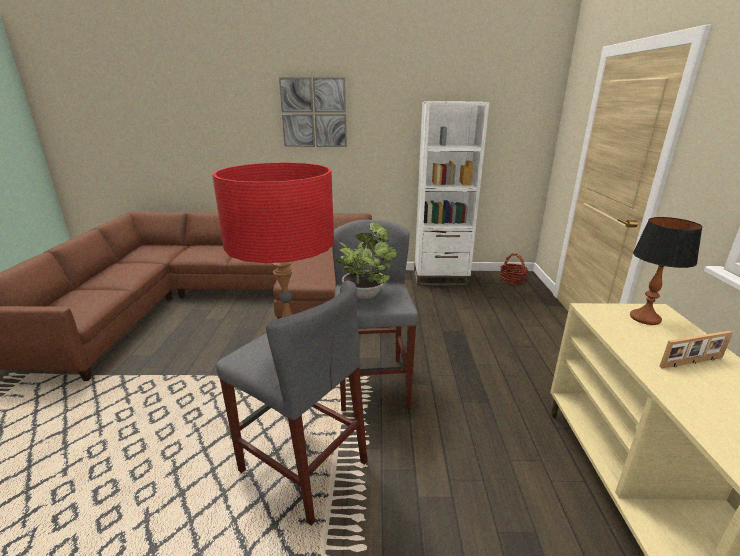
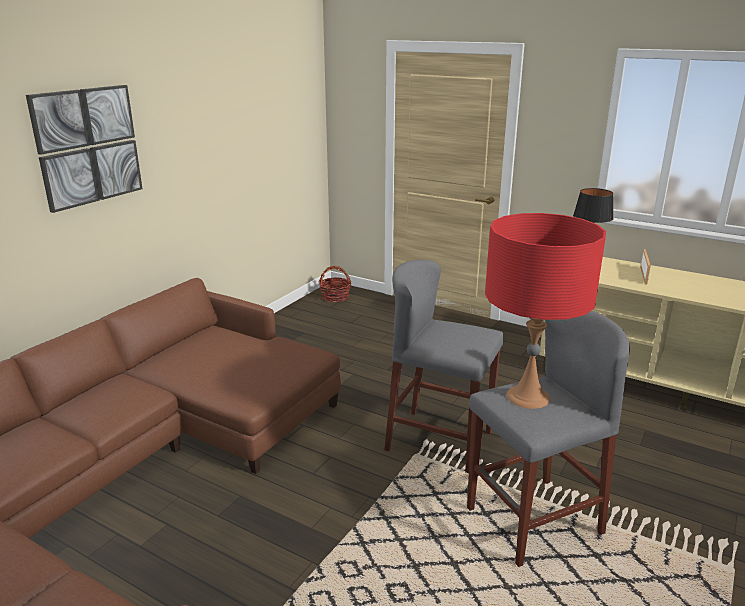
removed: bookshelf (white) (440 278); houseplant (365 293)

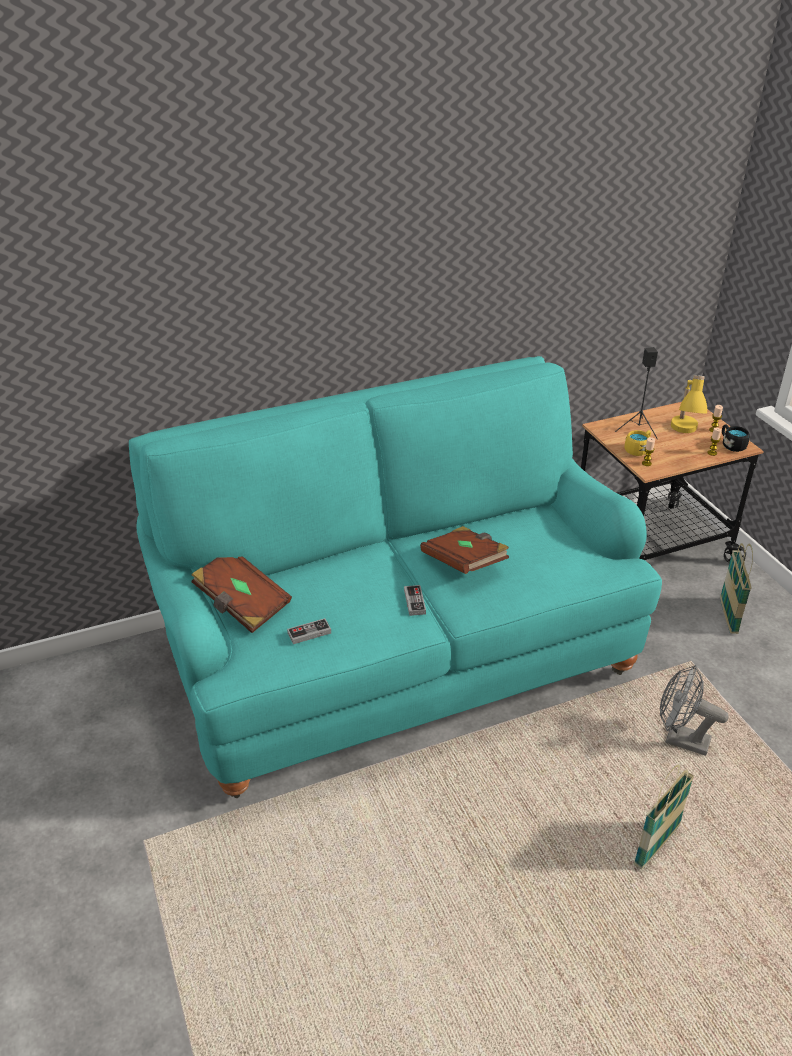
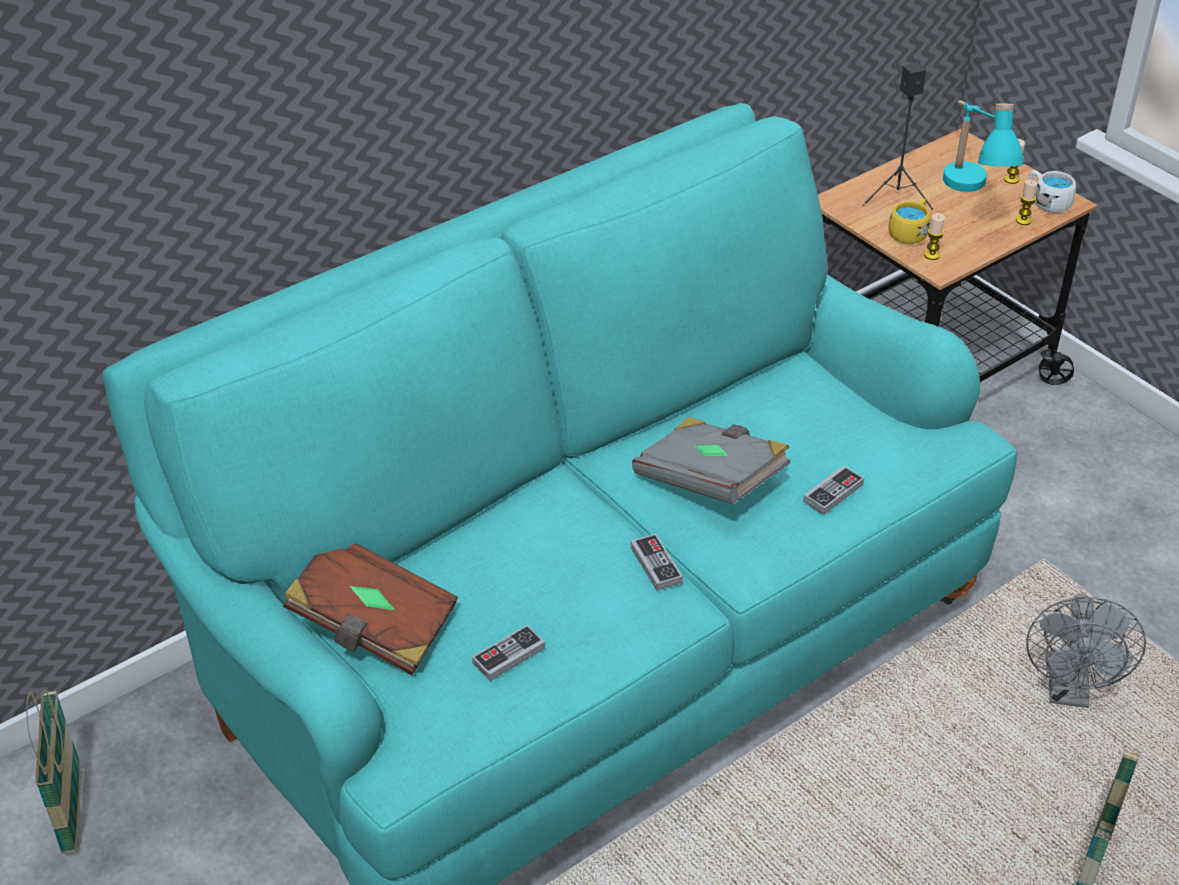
added: gamepad (833 493)
moved: storage basket (728 616) to (72 811)
recoloured: table lamp (yellowish) (683 436) to table lamp (turquoise-coloured) (969 198); tea mug (black) (731 445) to tea mug (white) (1047 202); bound book (brown) (464 563) to bound book (greyish) (710 481)
turned: cooling fan (greyish) (680 739) = (1069 691) 90 degrees counterclockwise

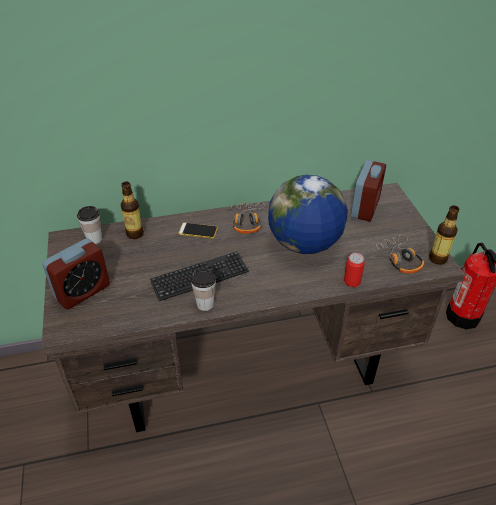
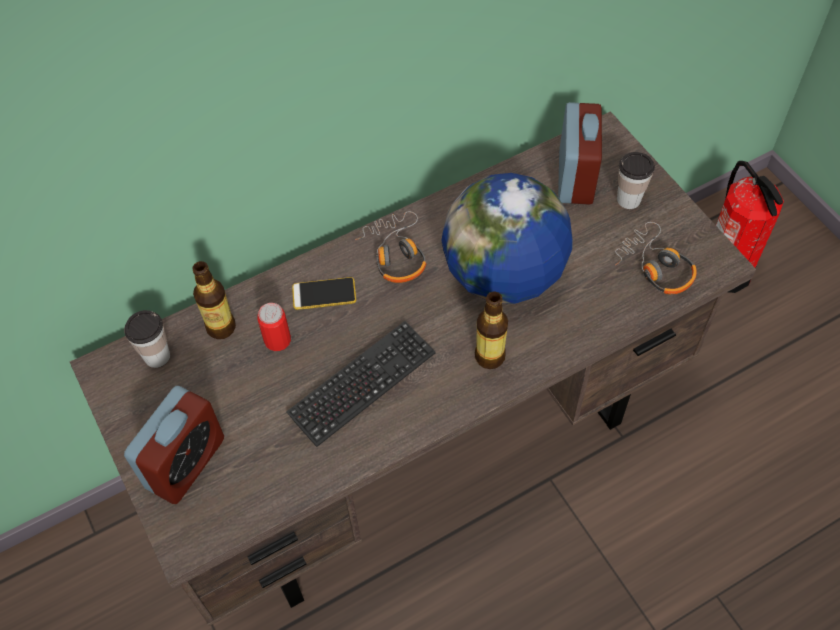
moved: beverage bottle (437 259) to (489 356); can (352 281) to (277 340); drinking cup (205 304) to (628 199)

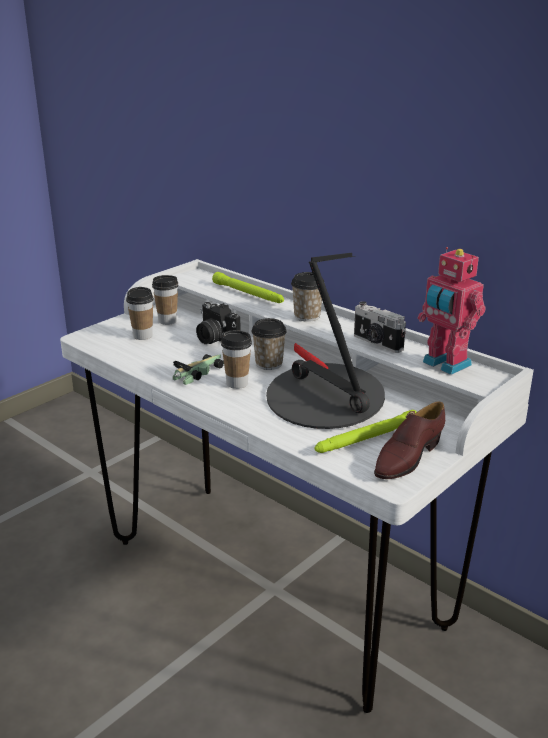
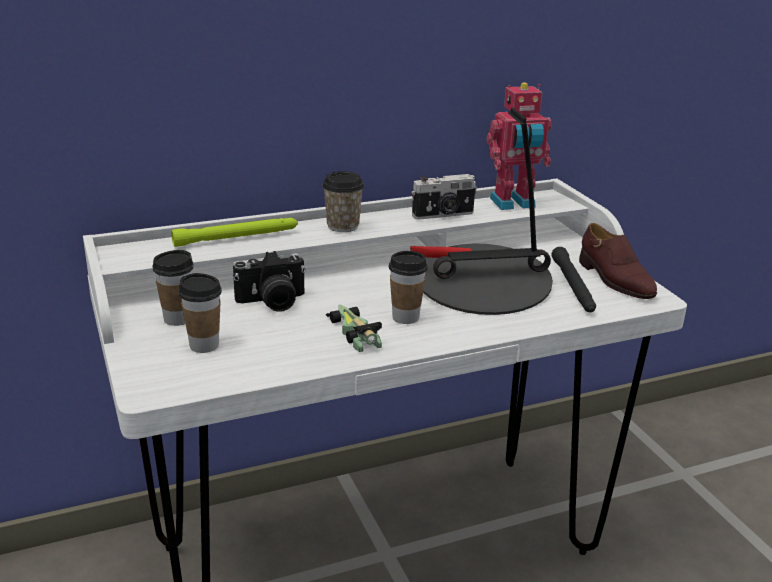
removed: drinking cup (269 364)
recoloured: flashlight (green-coloured) (366 439) to flashlight (black) (573 287)

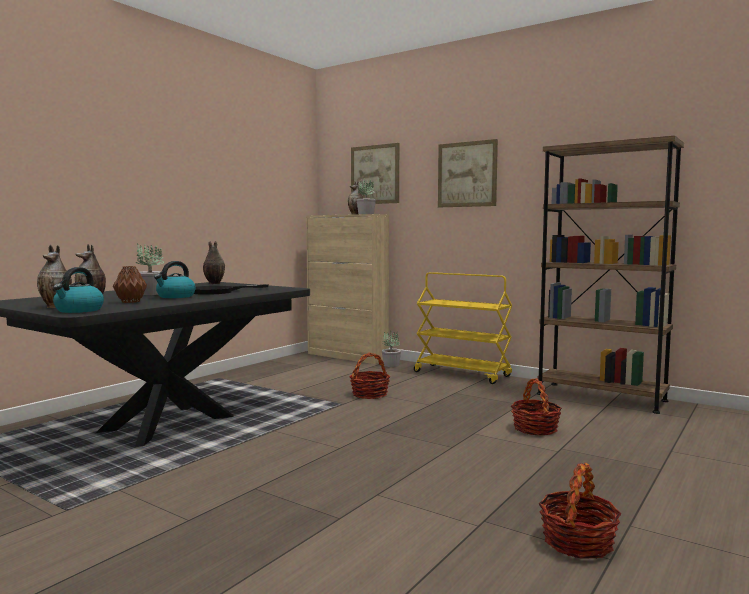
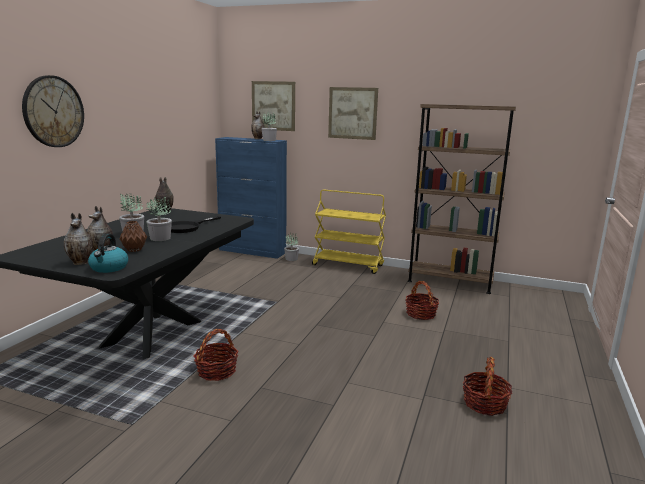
added: clock on the wall (53 111)
moved: storage basket (369 394) to (216 371)
replaced: kettle (175 296) to houseplant (161 238)
recoloured: cupboard (beige-coloured) (347 356) to cupboard (bluish) (252 251)

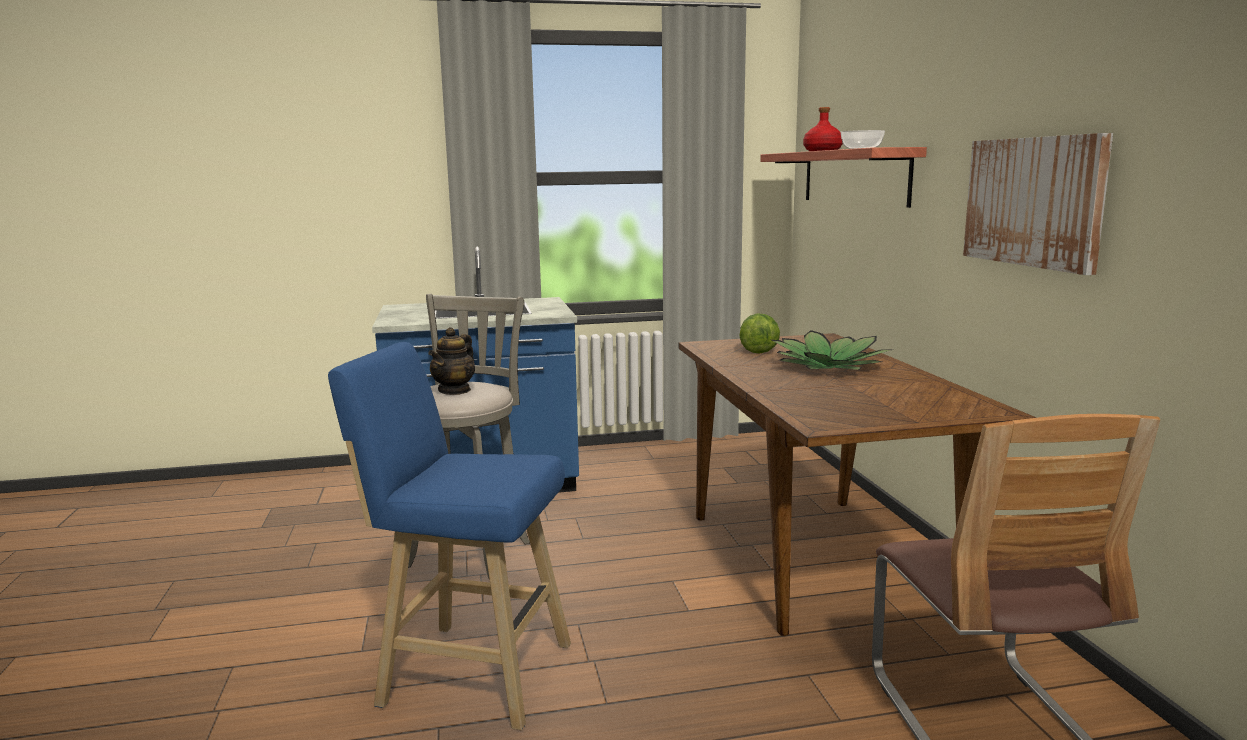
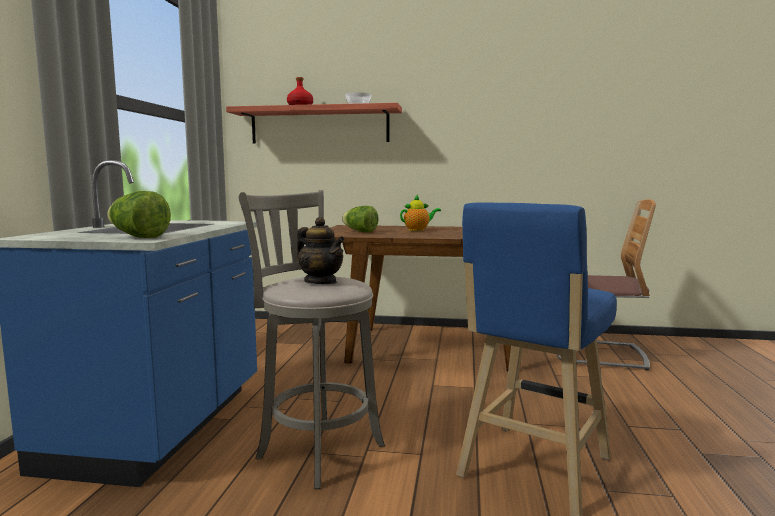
removed: wall picture (1033 201)
added: lettuce head (138 237)
replaced: houseplant (828 366) to tea pot (418 230)

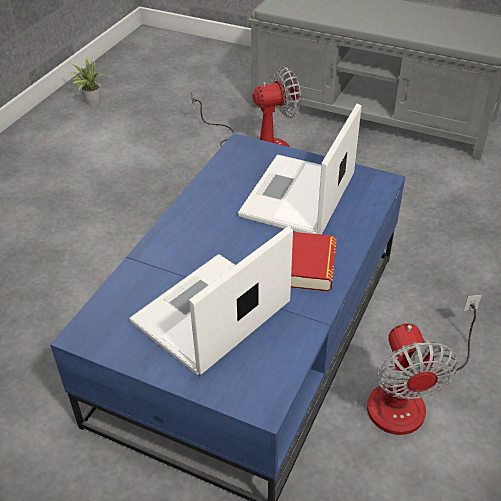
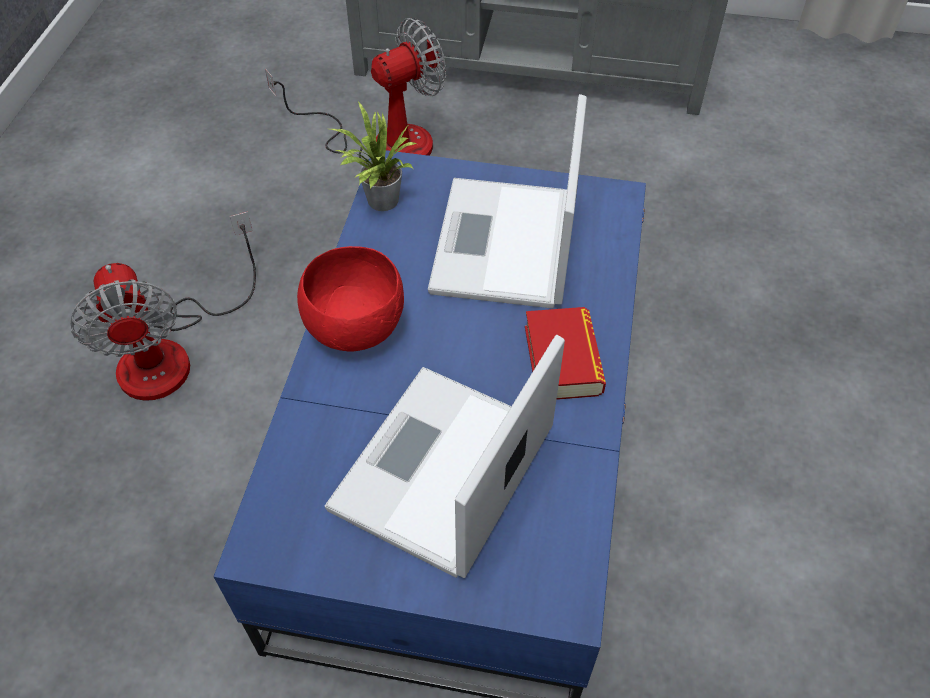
added: deep dish (red) (357 326)
moved: houseplant (91 102) to (379 202); cooling fan (409 396) to (173 351)

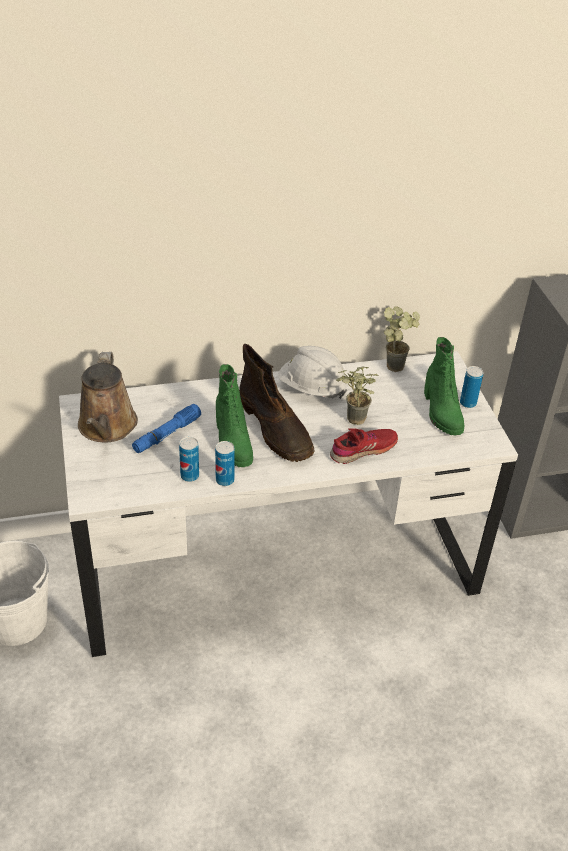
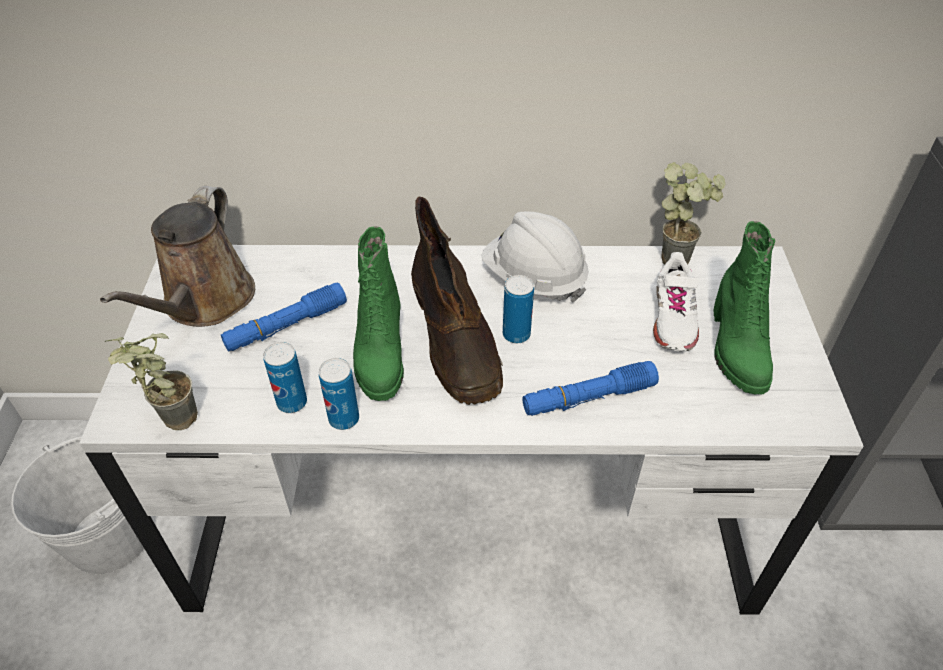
added: item of footwear (white) (672 317)
moved: can (468 403) to (516 334); houseplant (351 421) to (170 421)
replaced: item of footwear (red) (363 450) to flashlight (bluish) (588 397)

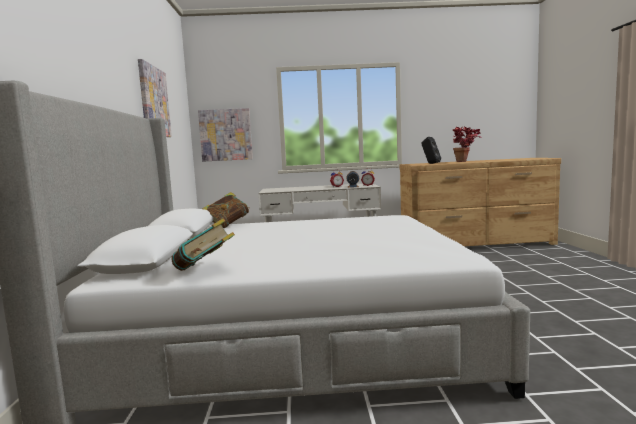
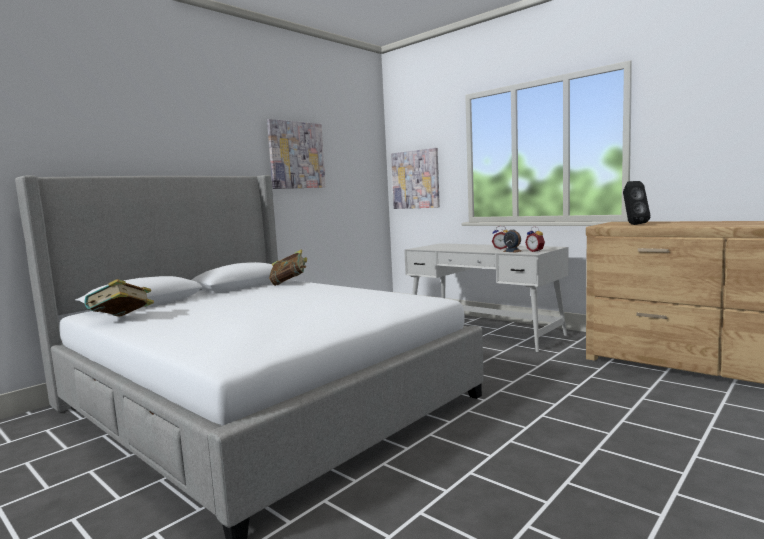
removed: houseplant (465 161)

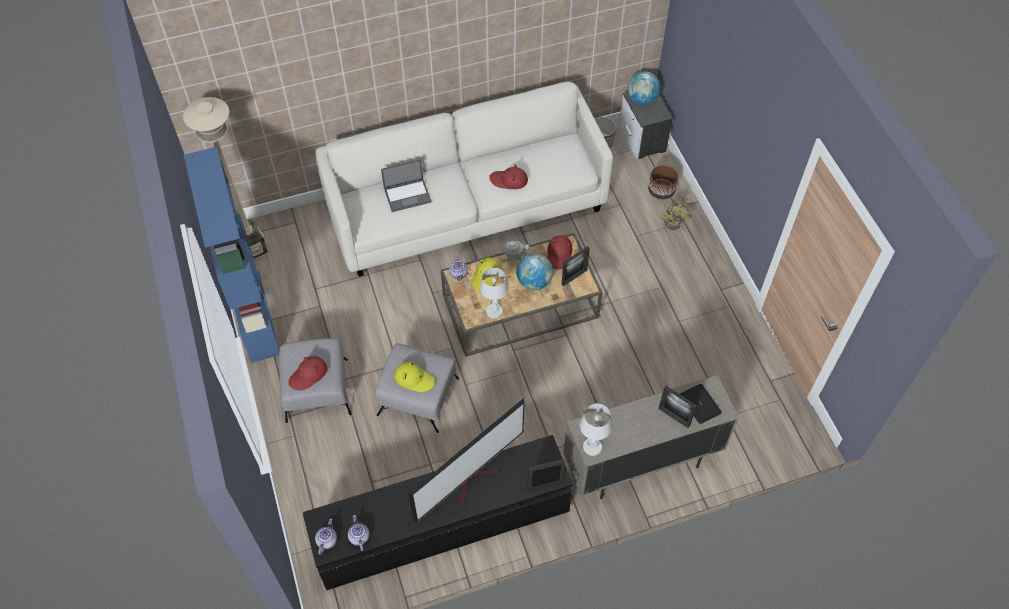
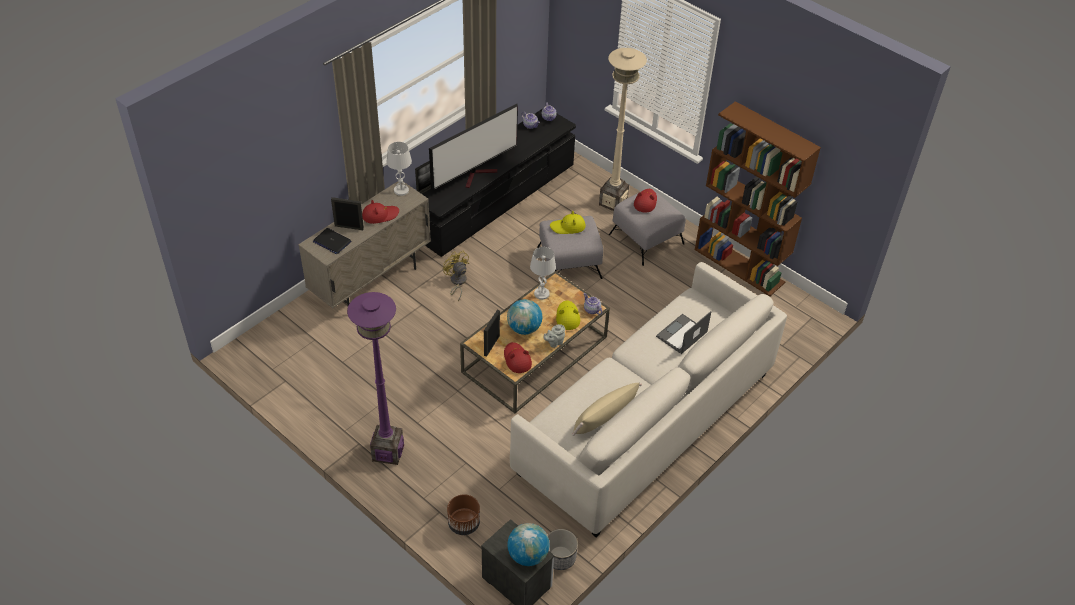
added: standard lamp (purplish) (387 452); throw pillow (beige-coloured) (604 417)
moved: standard lamp (beige-coloured) (252 248) to (613 202); clothing hat (red) (509 180) to (380 215); cooling fan (yellowish) (675 221) to (457 282)
recoloured: bookshelf (bluish) (254 315) to bookshelf (brown) (740 266)
turned: TV set (474 480) = (478 174) 150 degrees counterclockwise

